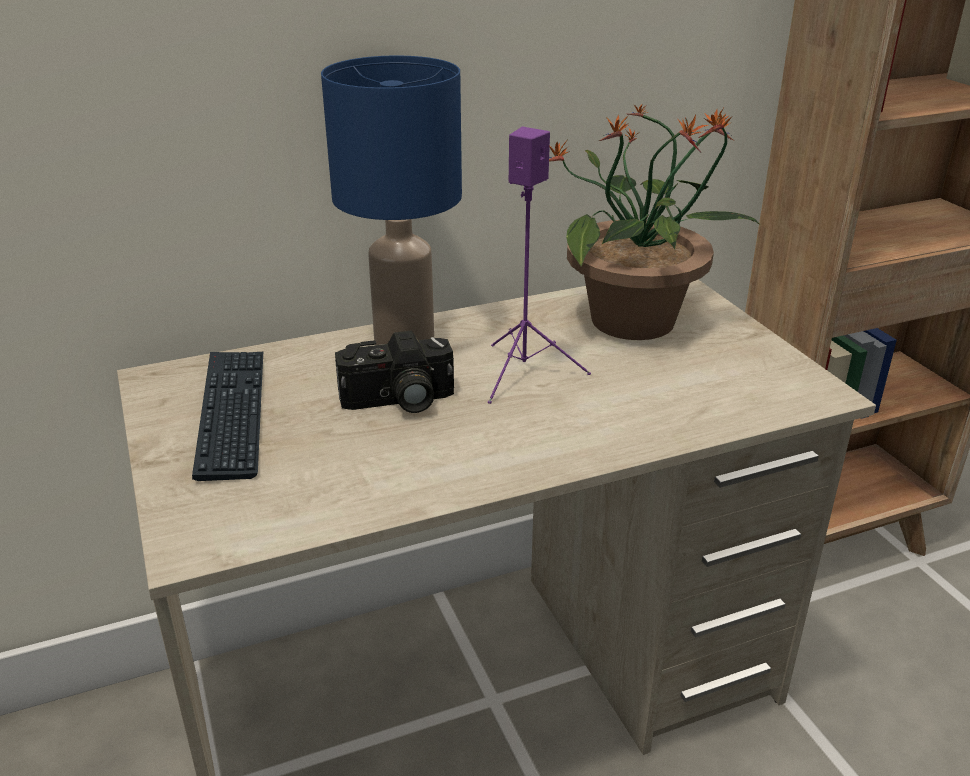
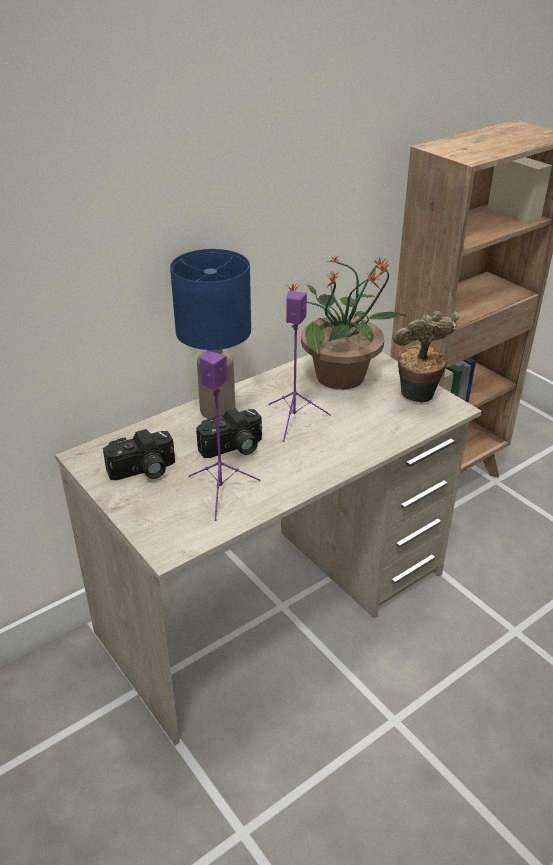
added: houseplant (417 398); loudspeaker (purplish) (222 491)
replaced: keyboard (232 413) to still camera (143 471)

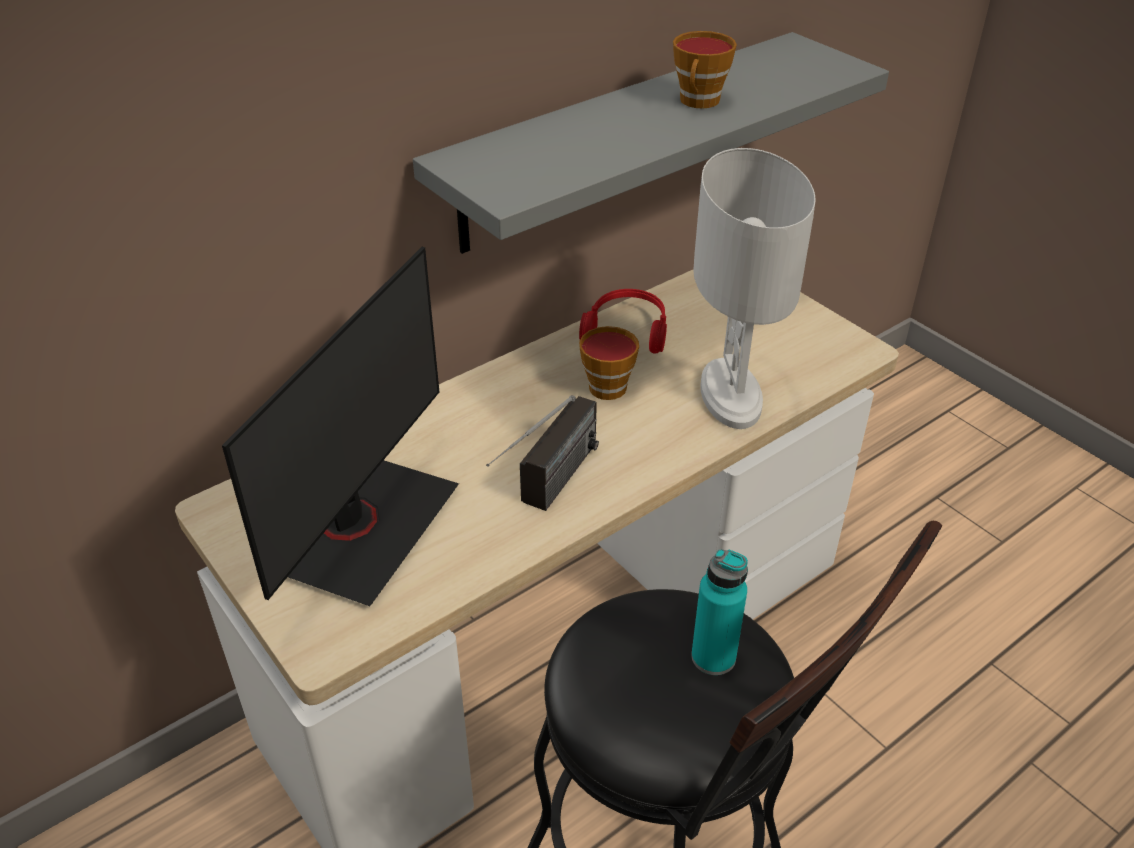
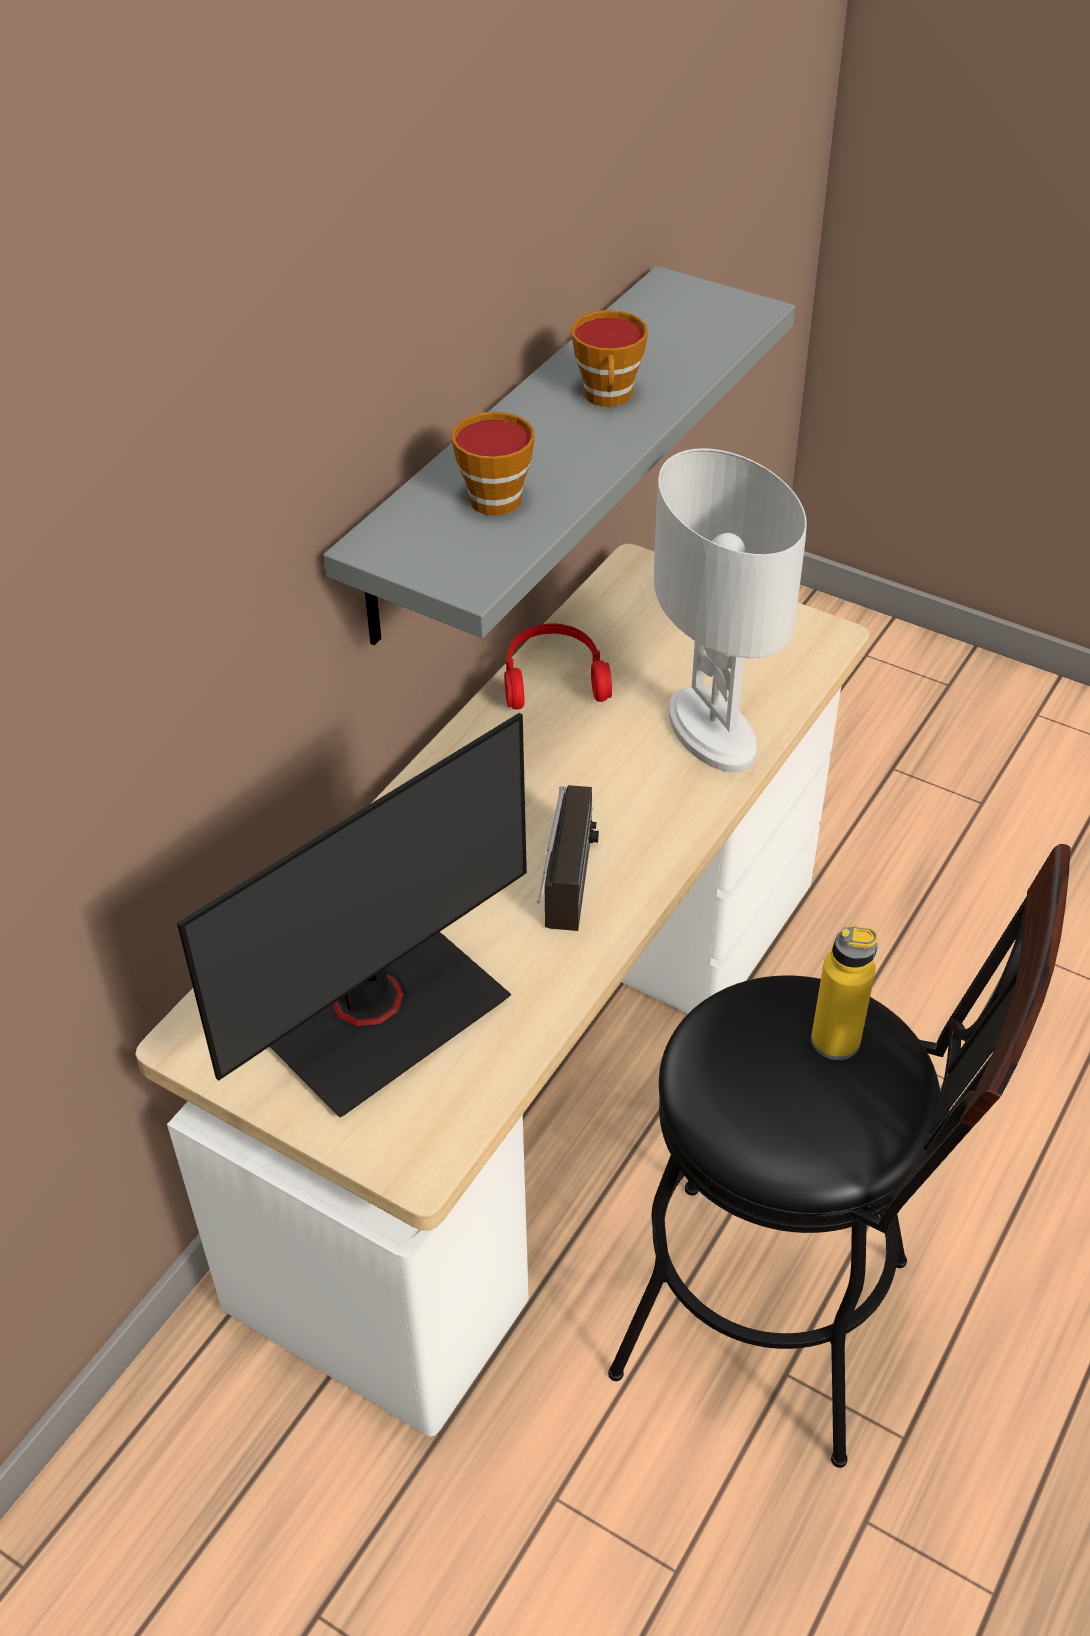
moved: drinking cup (610 385) to (497 496)
recoloured: beverage bottle (turquoise-coloured) (713 657) to beverage bottle (yellowish) (835 1040)
turned: computer display (361 527) = (379 1012) 45 degrees clockwise

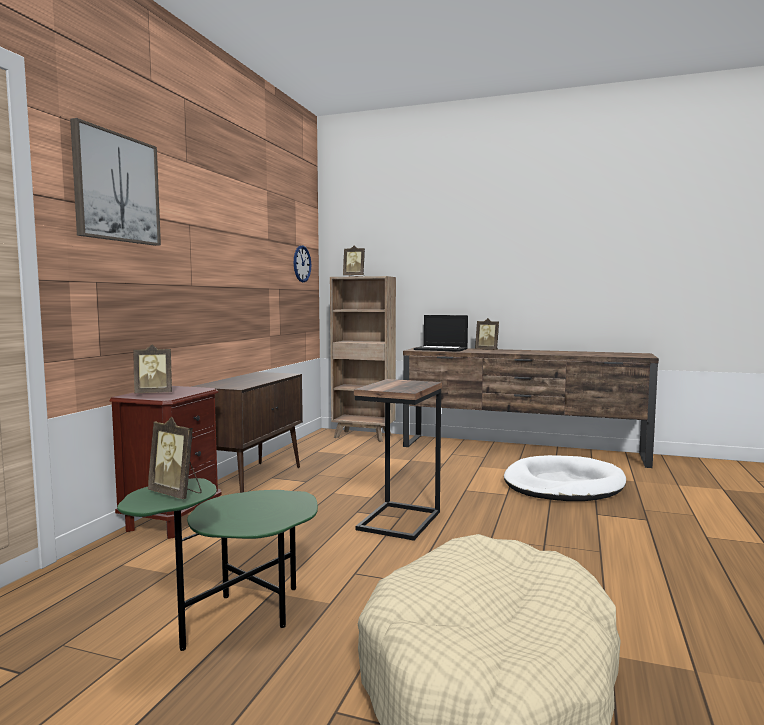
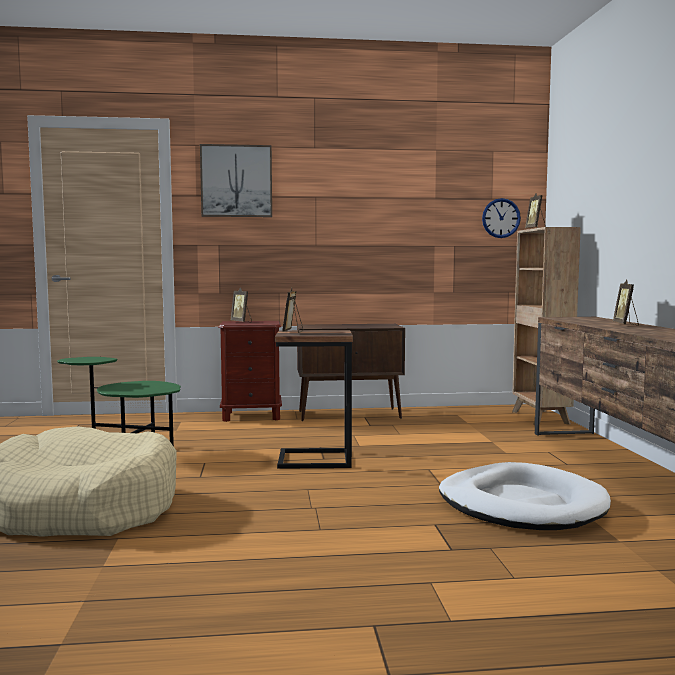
removed: laptop (441 349)
moved: standing frame (176 494) to (293 332)

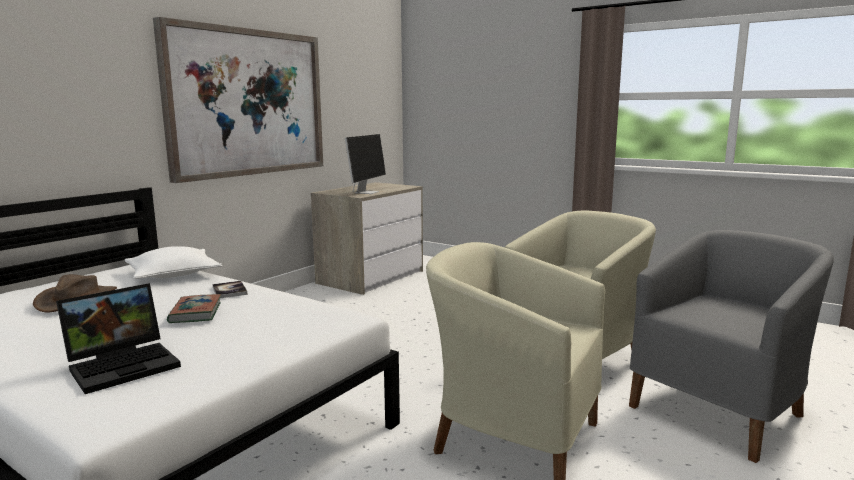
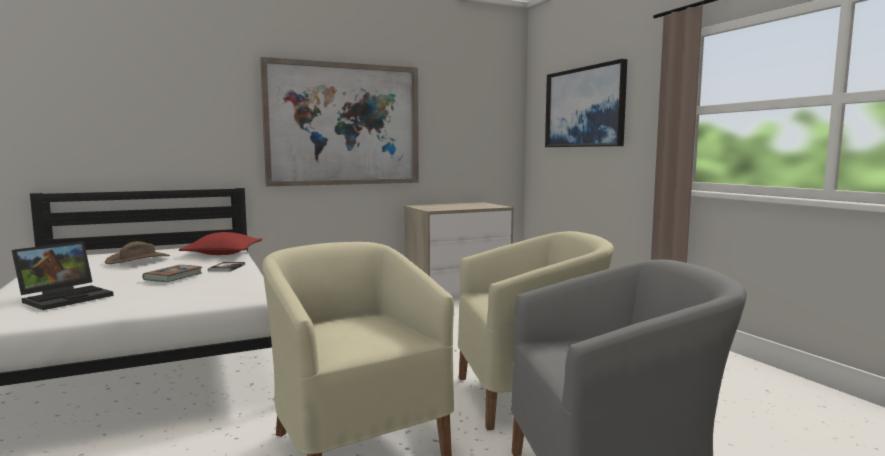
removed: computer display (367 192)
added: wall picture (584 107)
recoloured: throw pillow (white) (173 274) to throw pillow (red) (223 254)
turned: laptop (125 364) = (67 297) 45 degrees counterclockwise

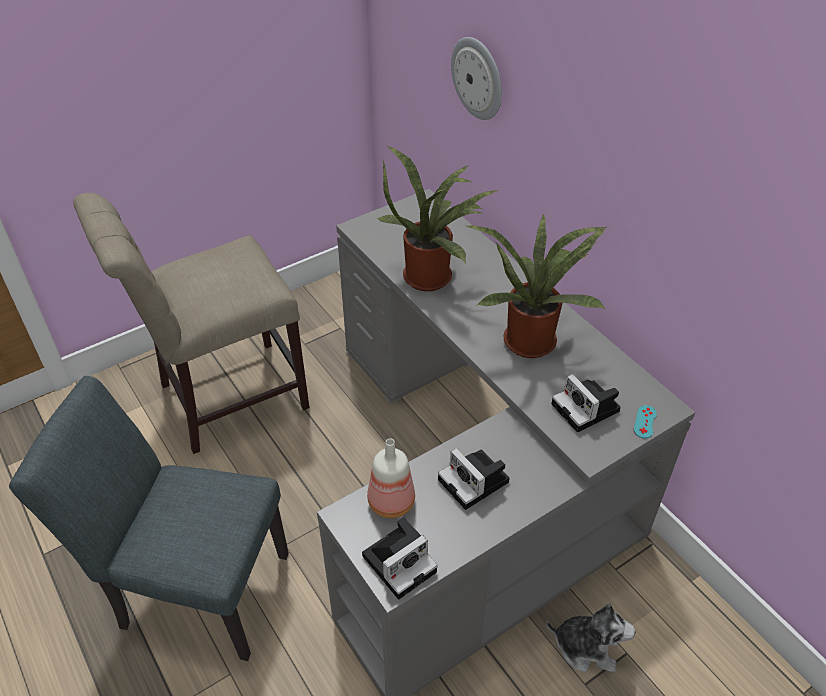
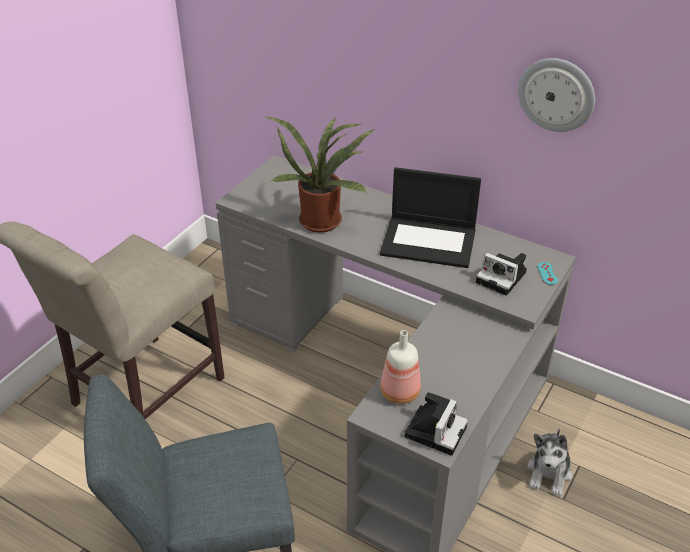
removed: still camera (475 482)
moved: clock on the wall (478 78) to (556 94)
replaced: houseplant (531 338) to laptop (429 241)
turned: plush toy (586 647) = (549 473) 120 degrees clockwise

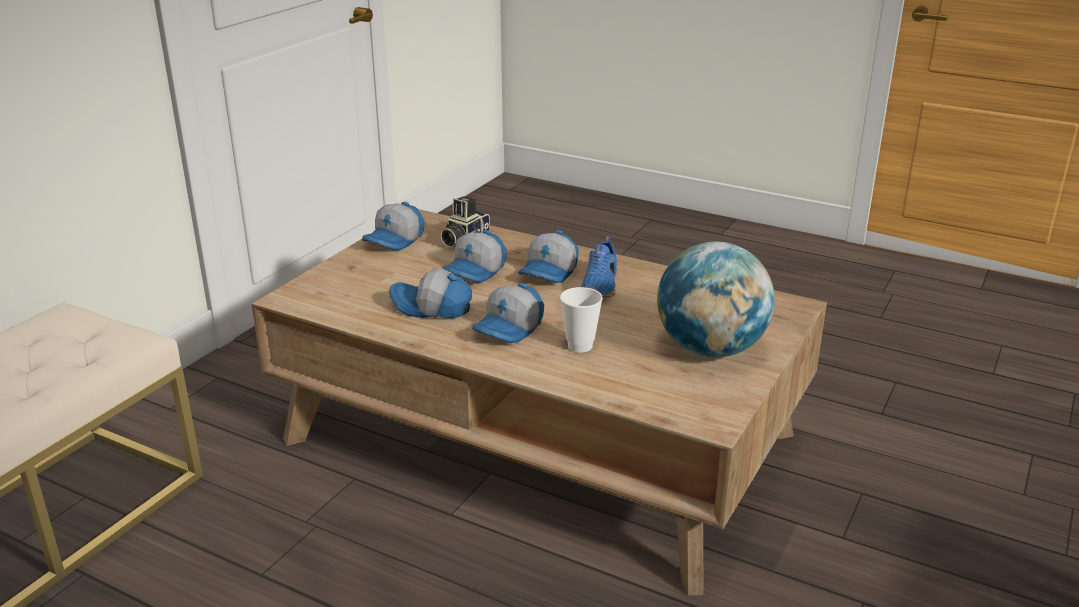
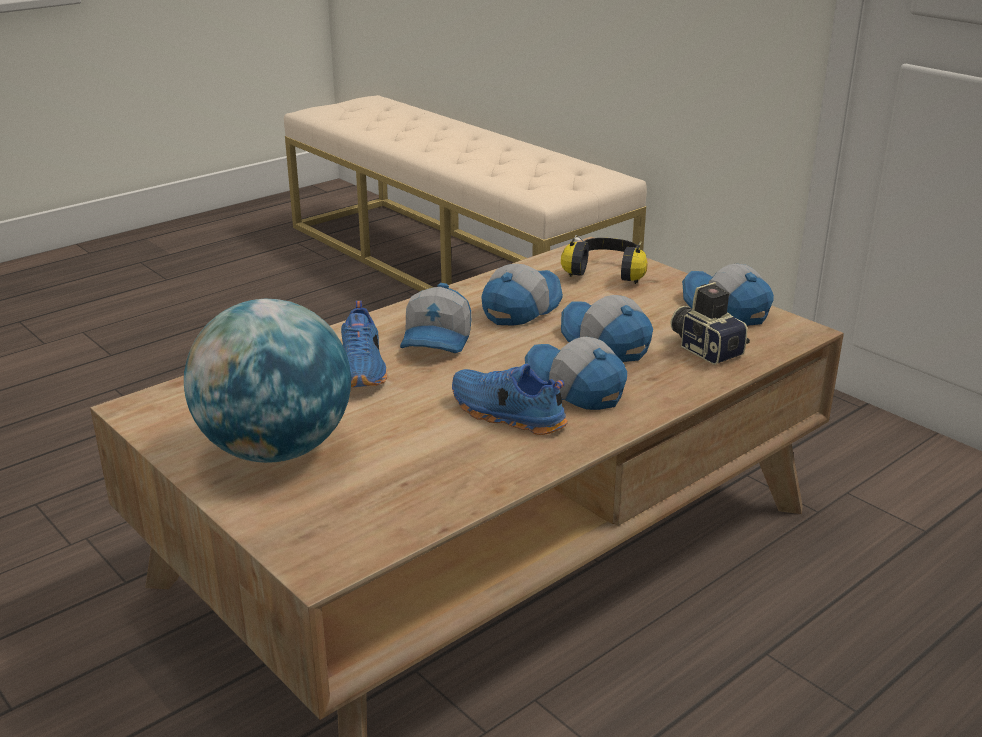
added: pair of headphones (606 273)
replaced: drinking cup (580 346) to item of footwear (bluish) (364 370)
turned: baseball cap (510 328) = (438 340) 135 degrees counterclockwise

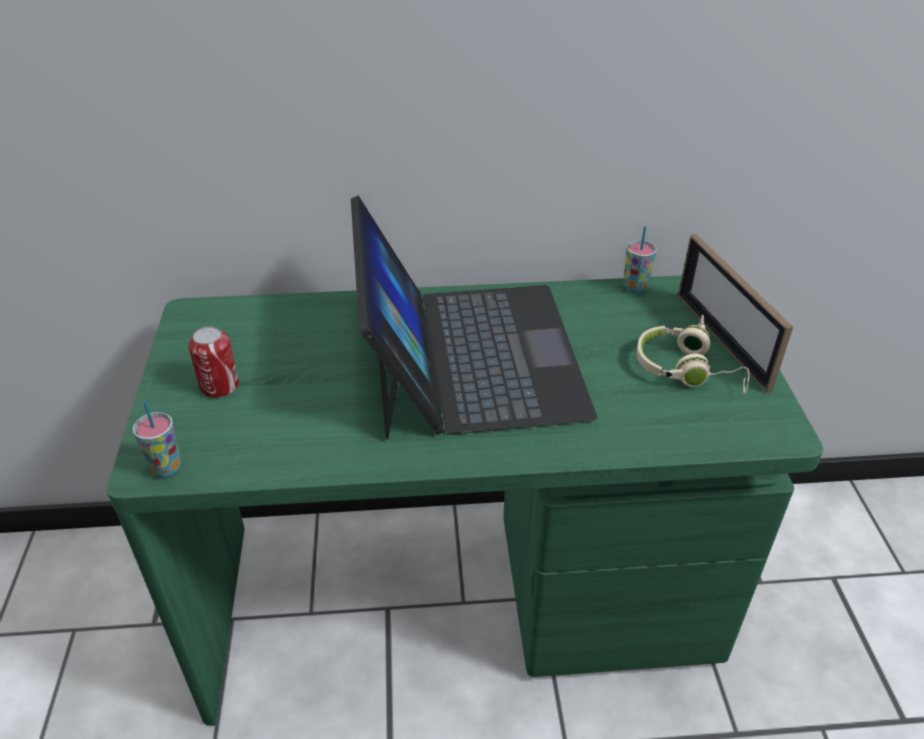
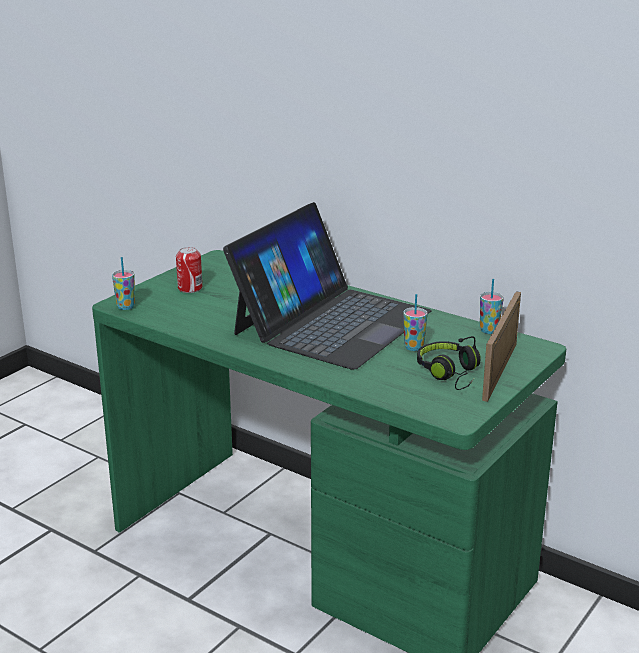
added: drinking cup (413 347)
recoloured: pair of headphones (beige-coloured) (688 370) to pair of headphones (black) (450 374)

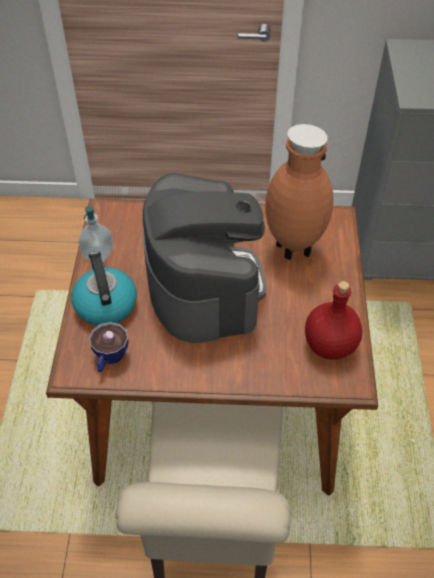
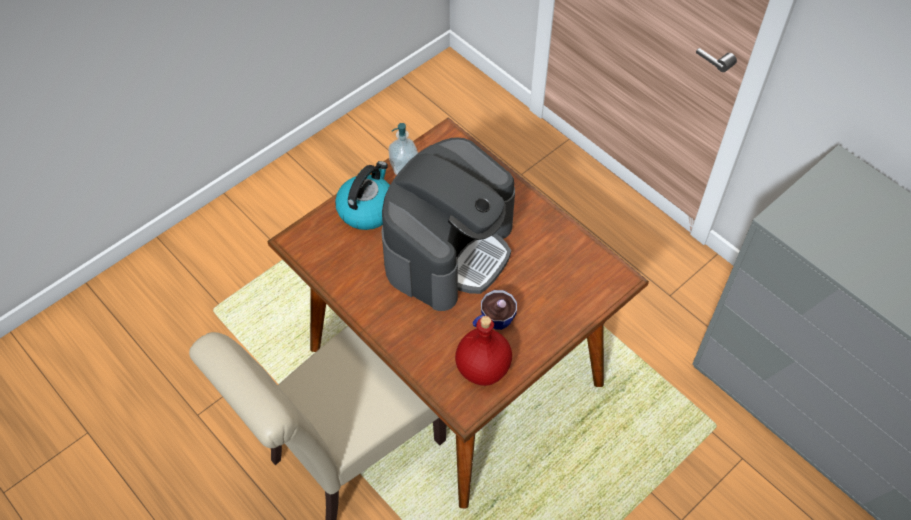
removed: flower vase (brown) (292 250)
moved: drinking cup (109 359) to (492 322)

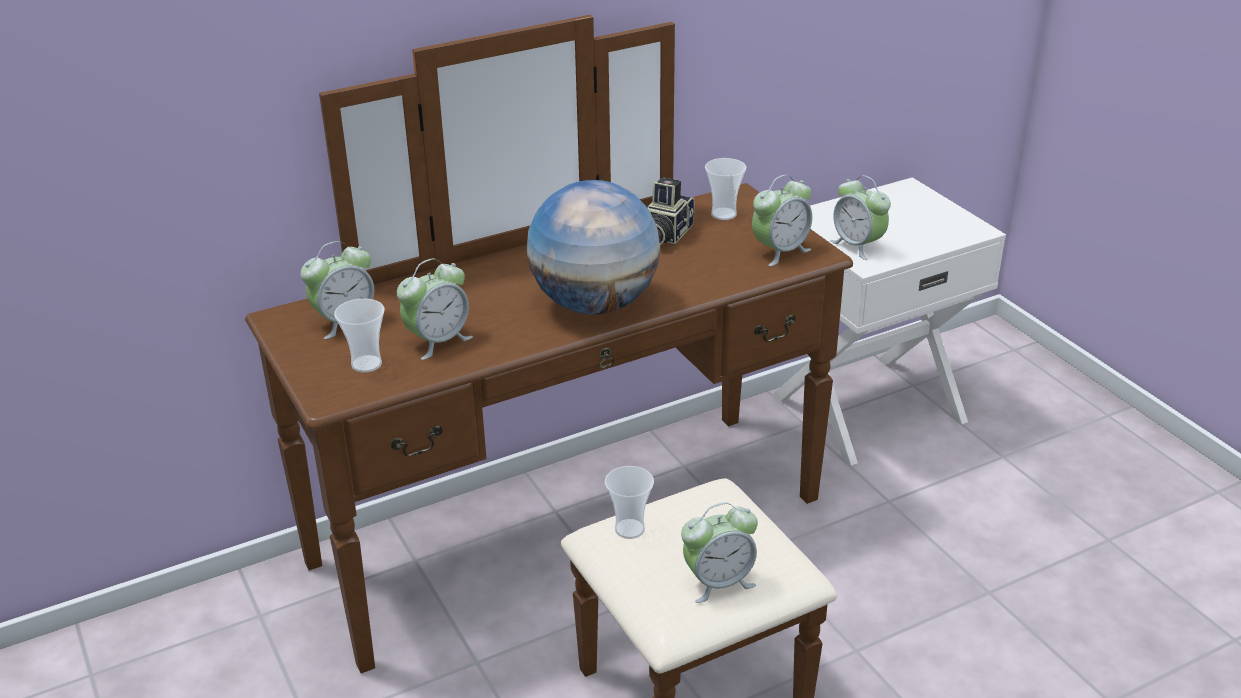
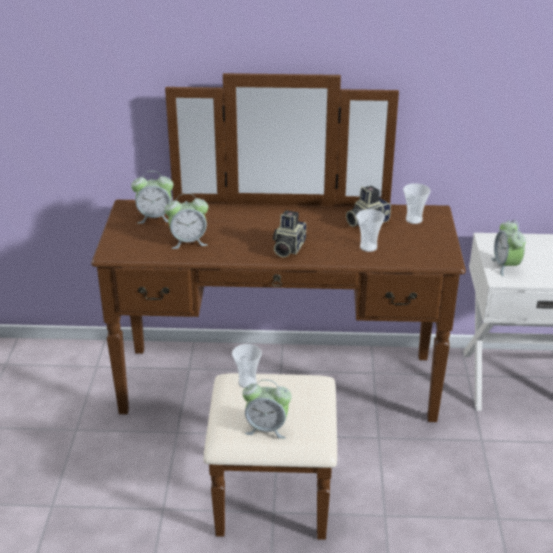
removed: table clock (780 251)
moved: drinking cup (366 364) to (368 247)
replaced: globe (595 304) to still camera (287 248)

